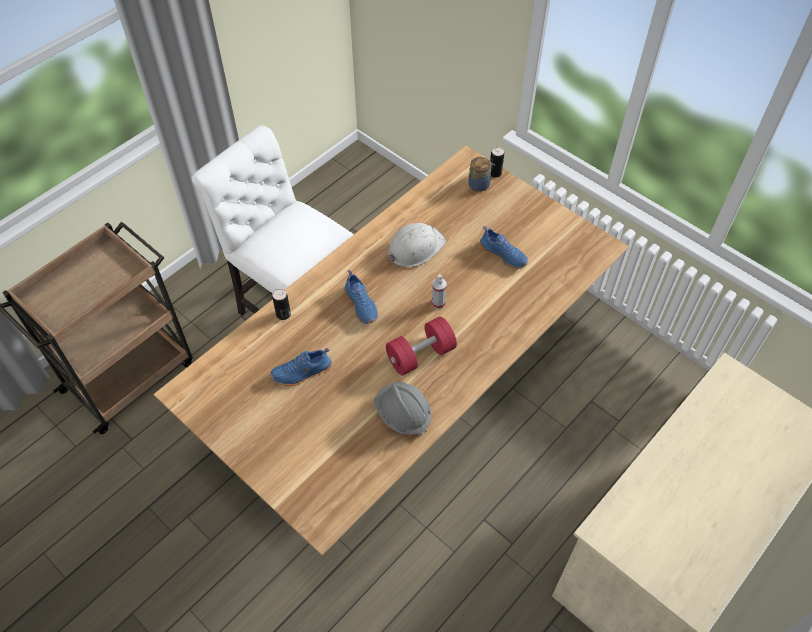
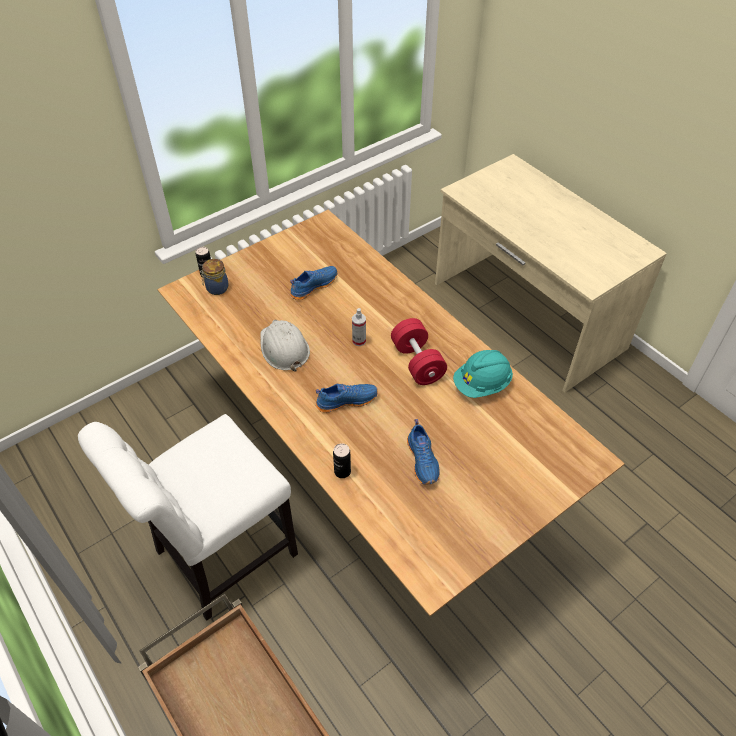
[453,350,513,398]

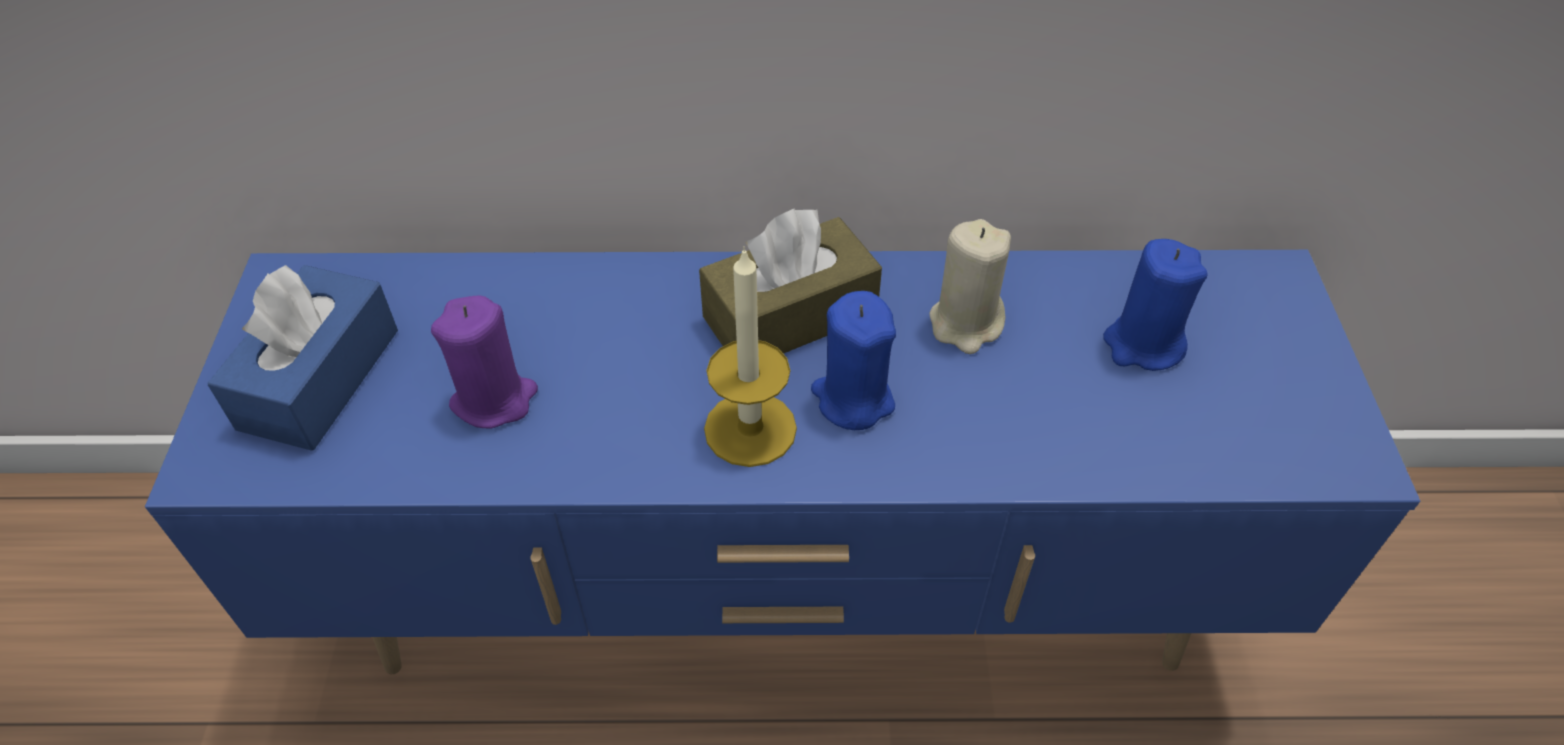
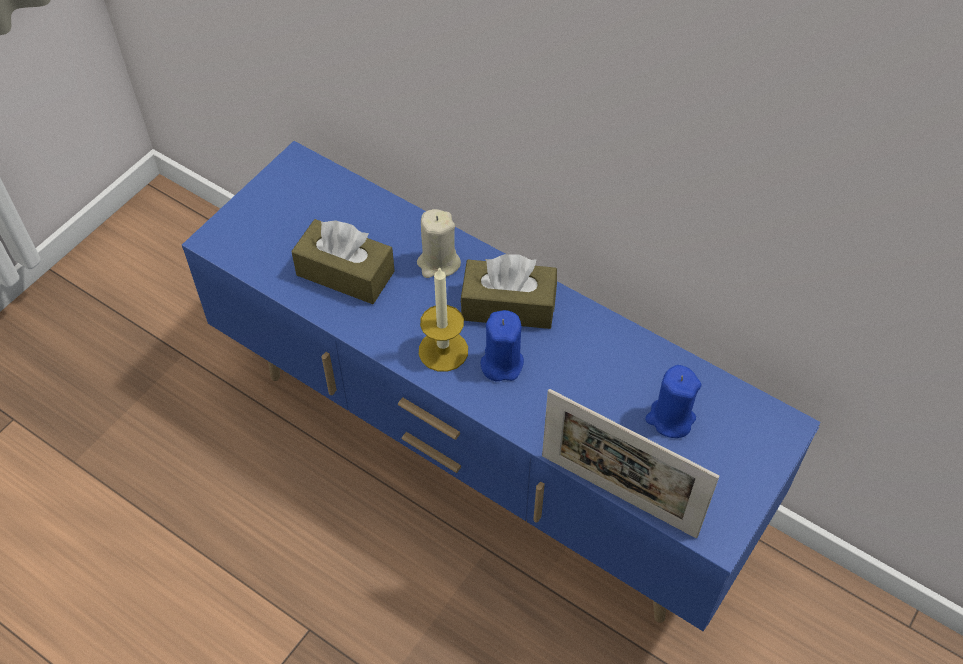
[417,209,461,278]
[207,265,398,451] (first image)
[291,219,395,304]
[542,389,719,538]

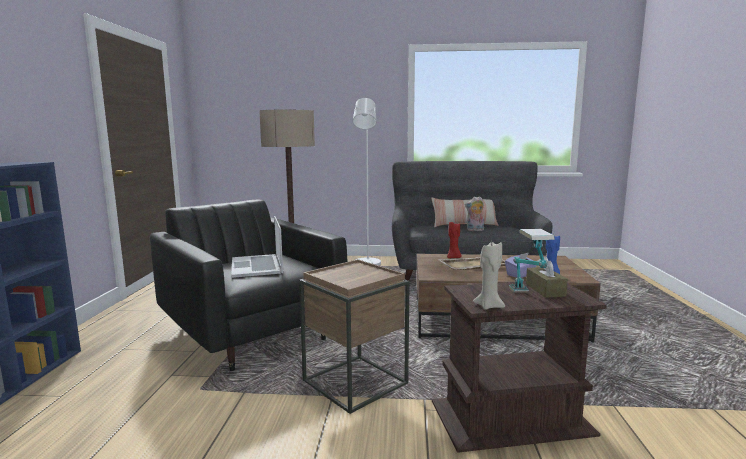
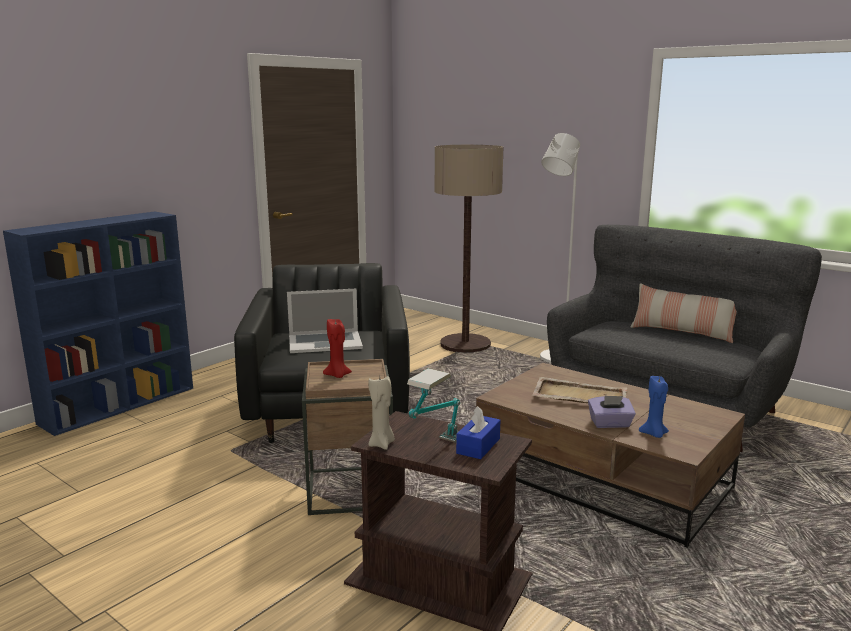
[465,196,484,231] (first image)
[287,289,363,353]
[323,319,352,378]
[456,406,500,459]

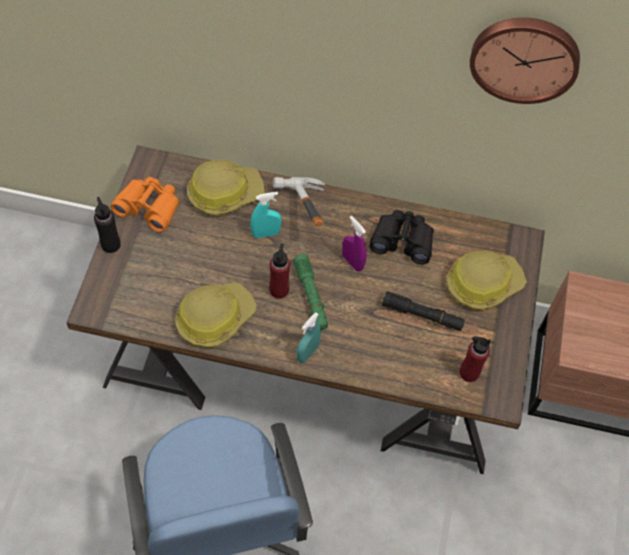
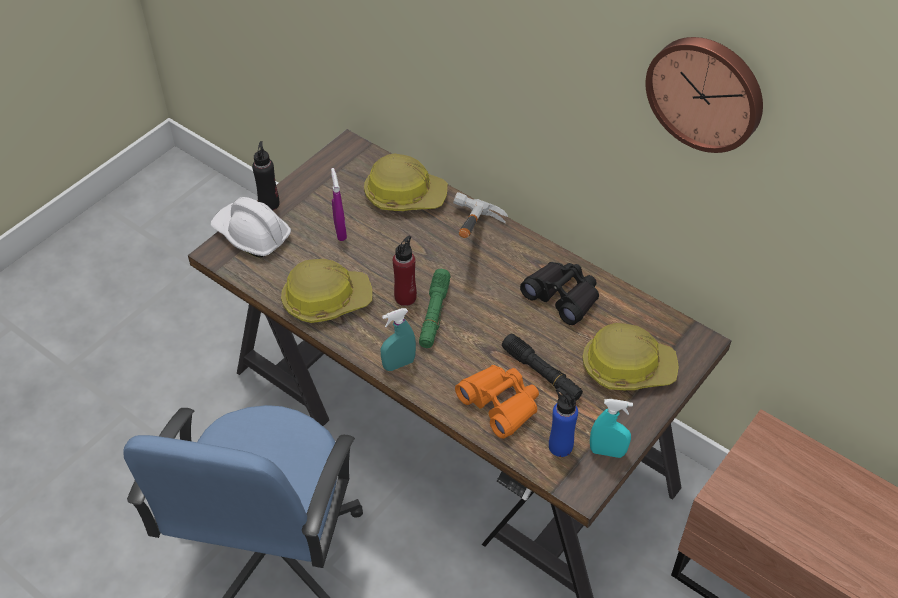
[455,365,539,439]
[590,399,633,458]
[331,168,347,241]
[549,388,578,457]
[211,197,291,258]

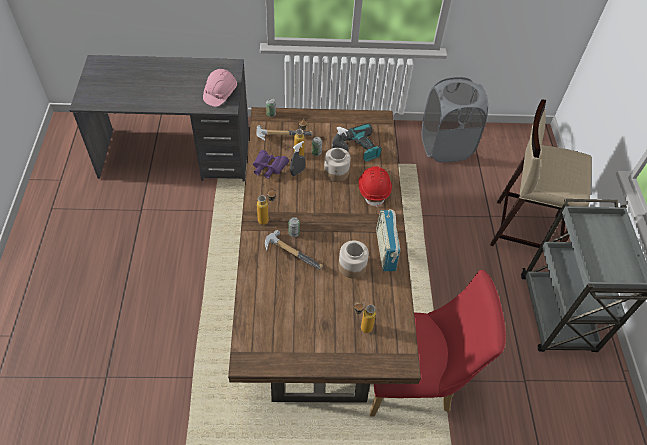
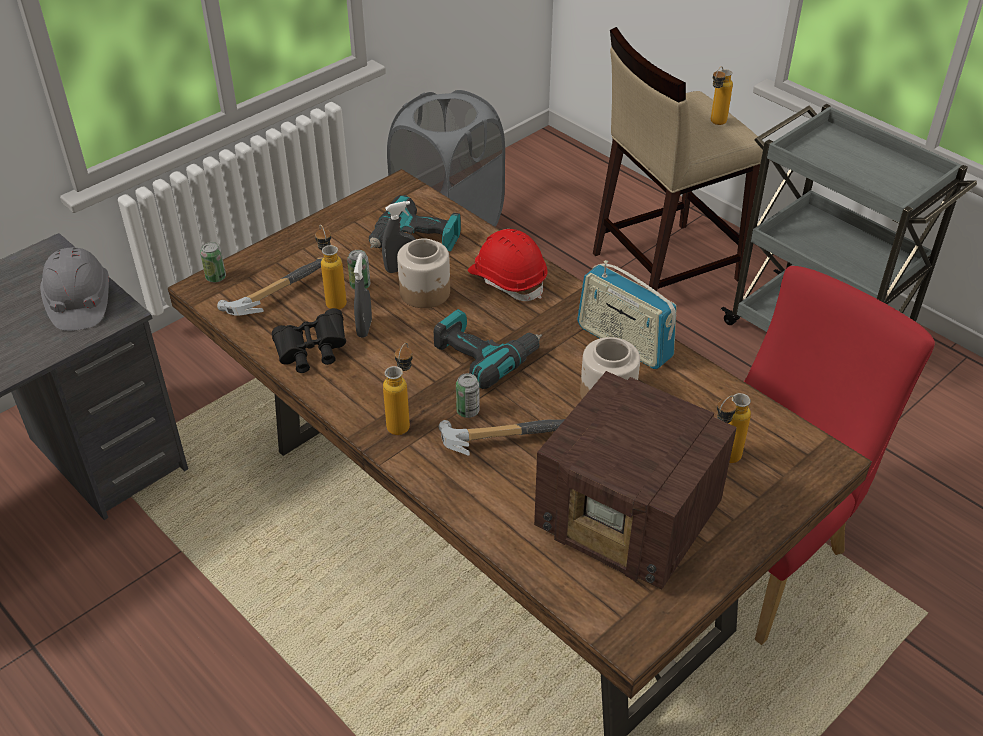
[40,247,109,331]
[272,308,346,373]
[711,66,733,125]
[434,309,542,389]
[534,371,737,589]

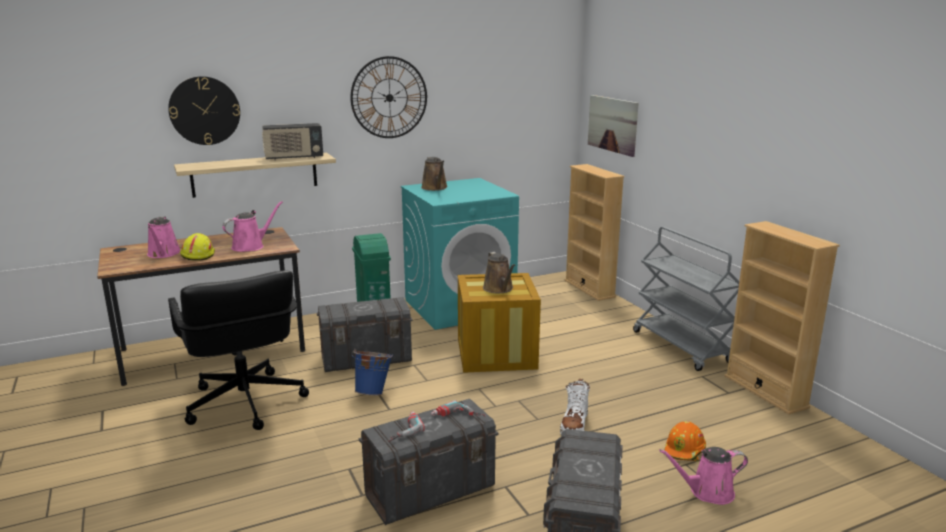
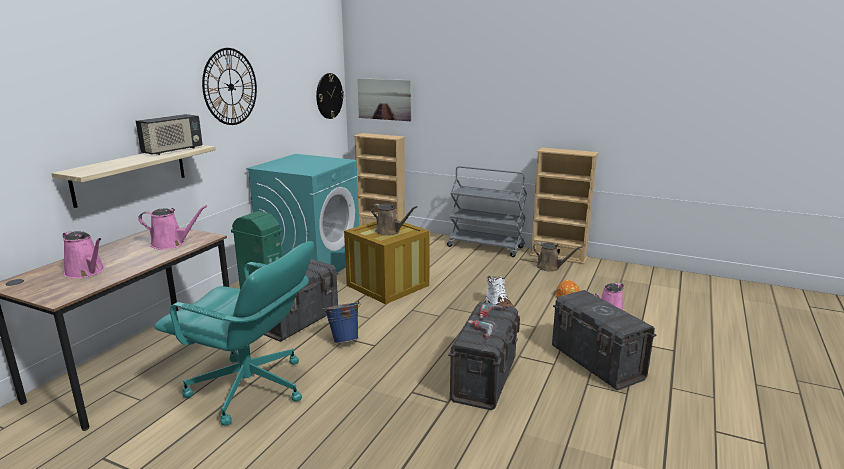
[316,73,344,119]
[533,242,582,272]
[138,205,207,250]
[180,233,215,261] (first image)
[154,241,314,426]

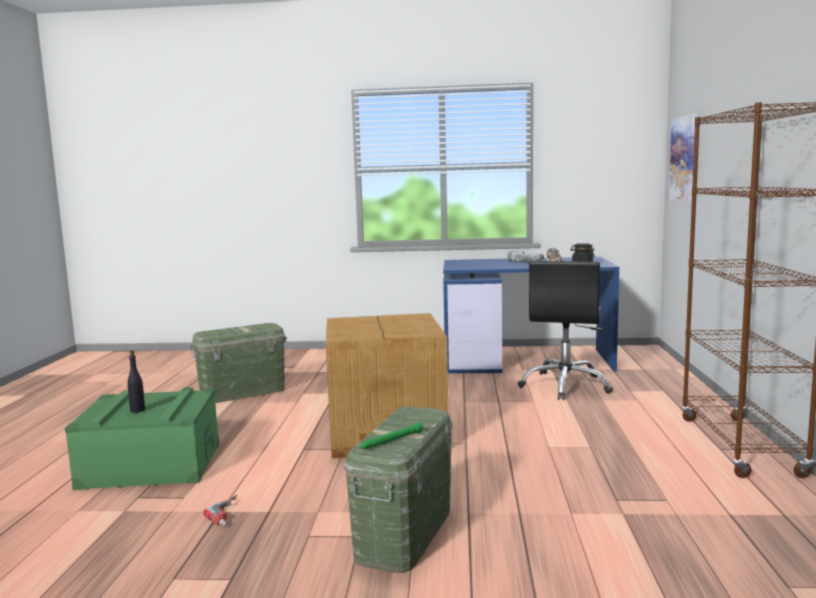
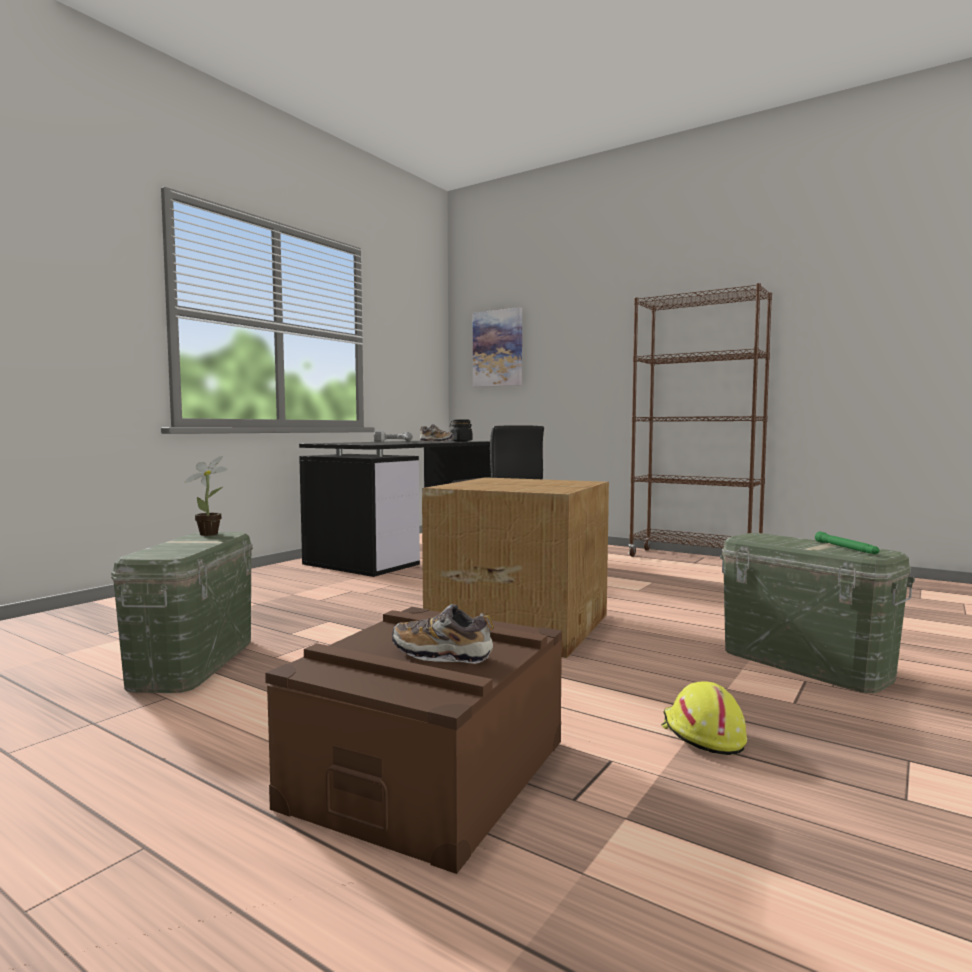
[299,441,491,577]
[392,604,494,664]
[265,607,562,874]
[661,681,747,755]
[184,456,228,536]

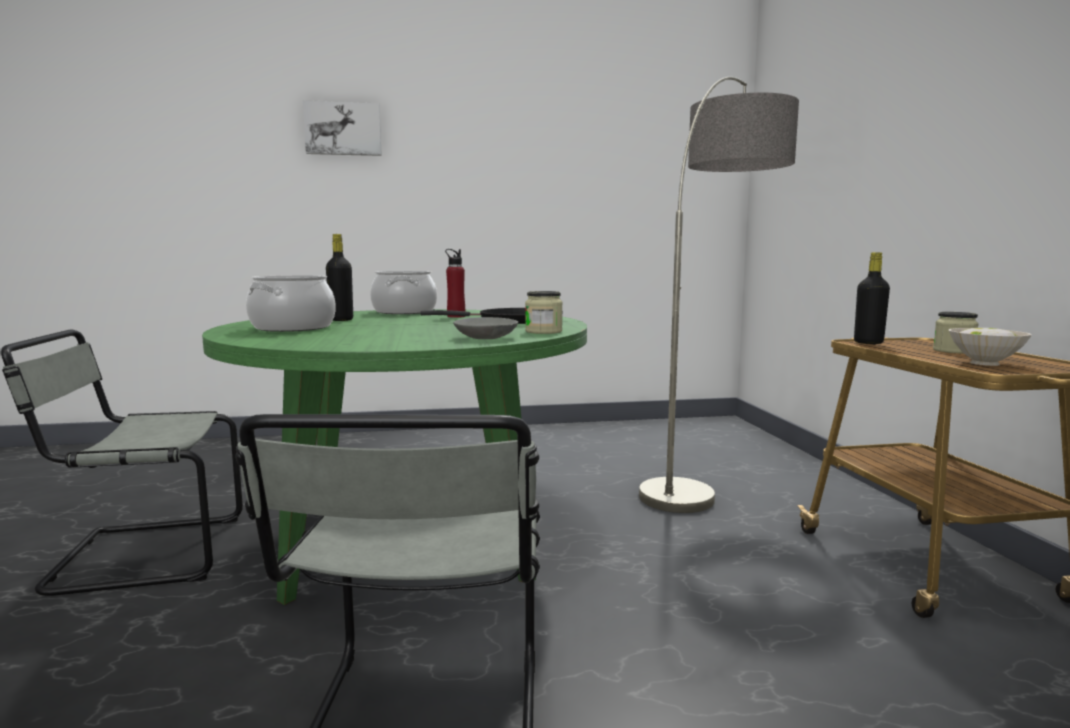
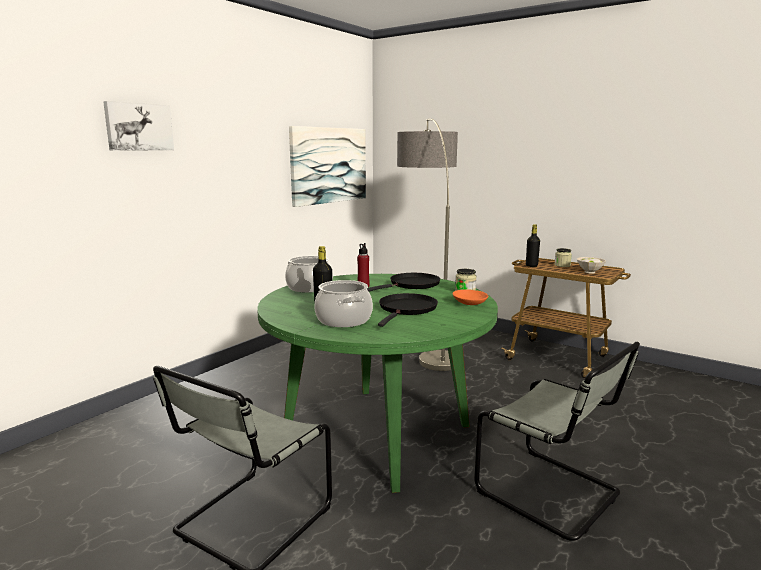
[452,290,488,305]
[289,126,366,207]
[378,293,438,327]

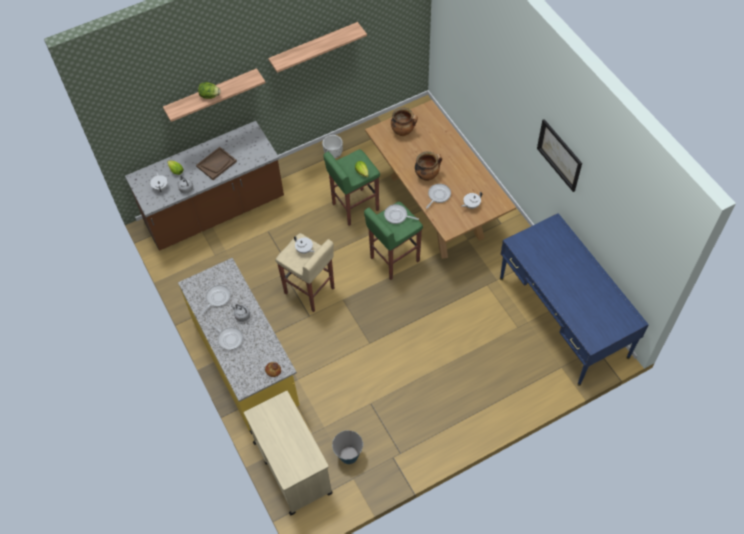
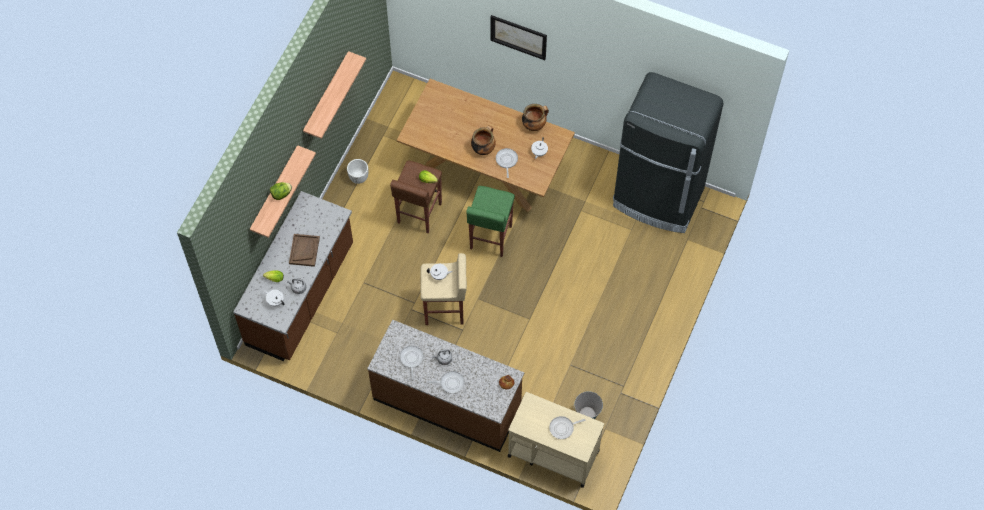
[522,104,549,131]
[490,15,547,60]
[390,161,442,233]
[549,416,585,439]
[613,72,723,233]
[367,320,524,452]

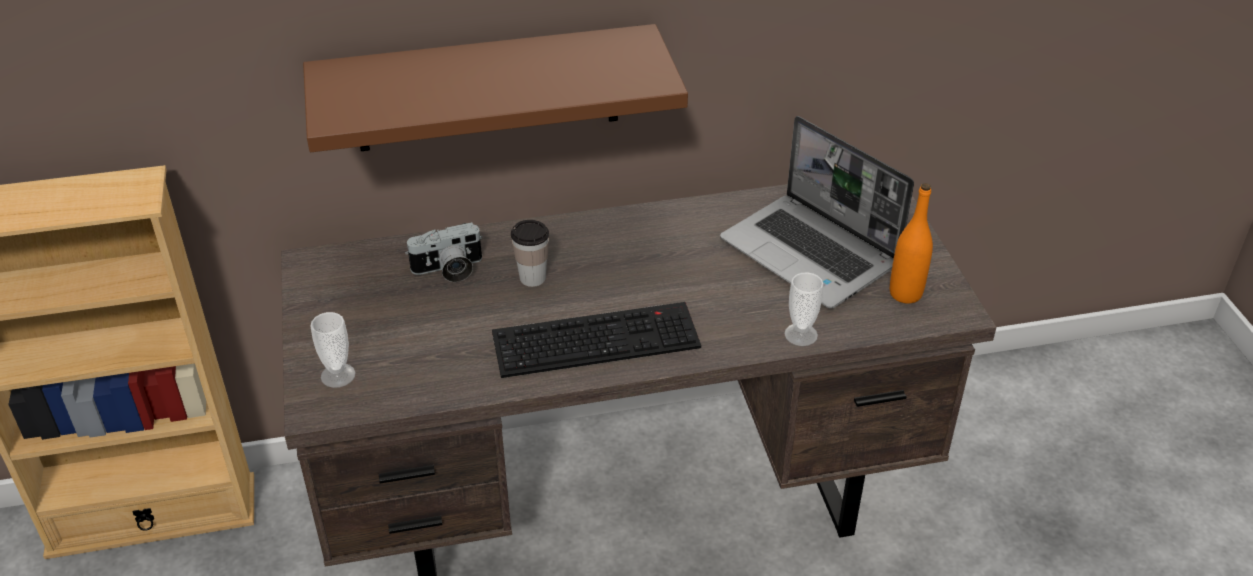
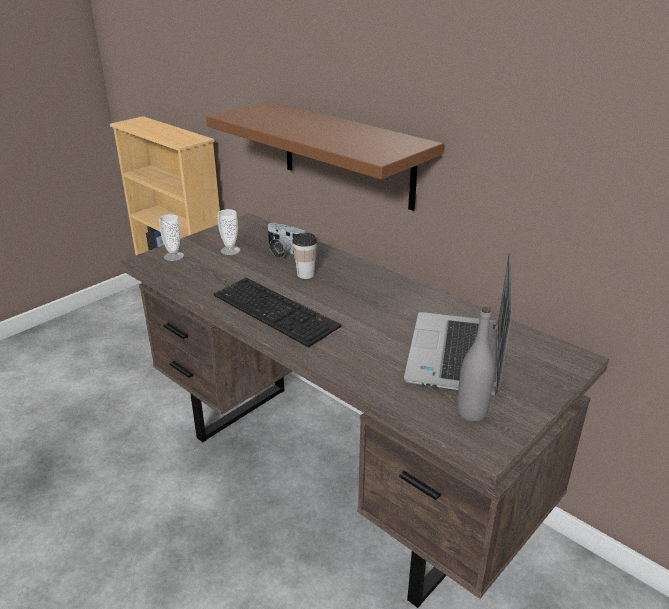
[457,307,495,422]
[217,209,240,255]

